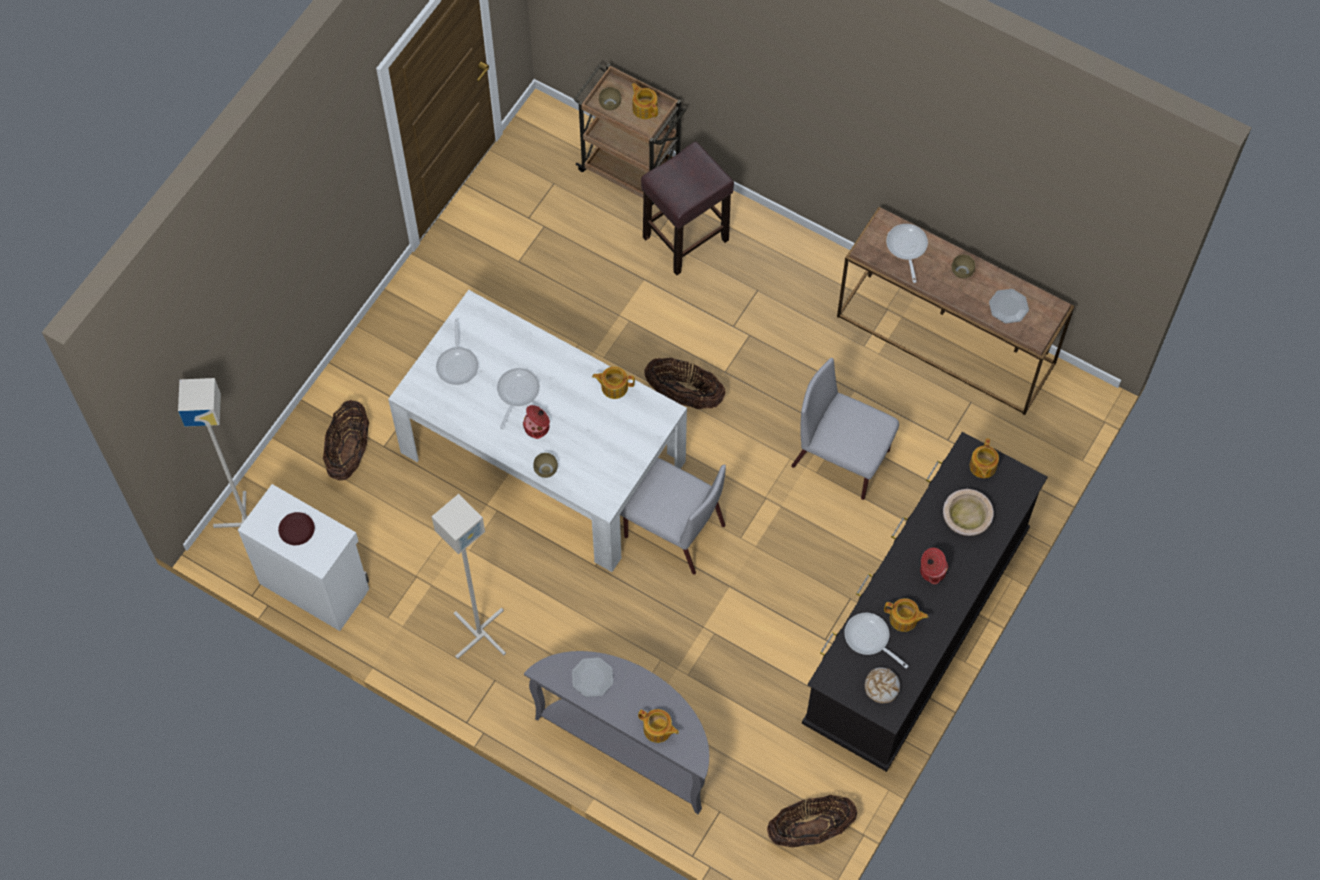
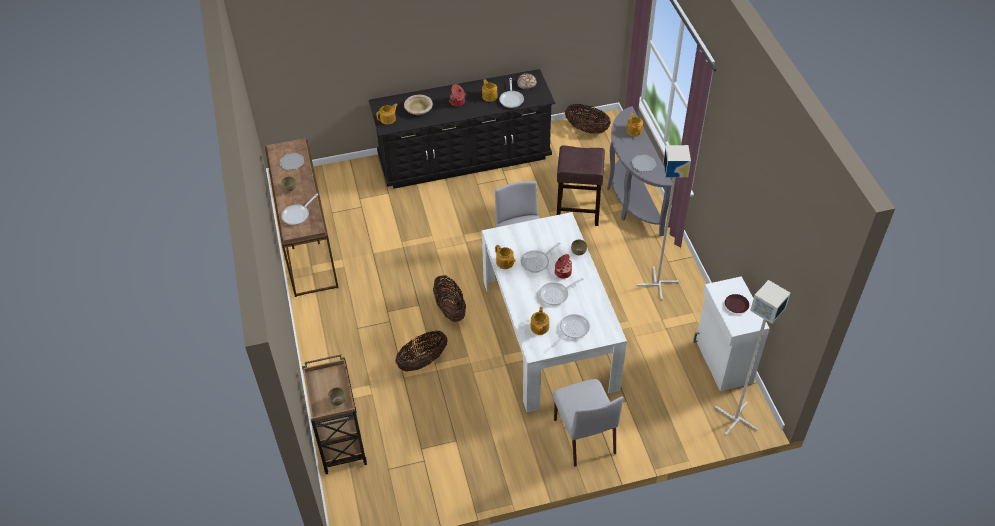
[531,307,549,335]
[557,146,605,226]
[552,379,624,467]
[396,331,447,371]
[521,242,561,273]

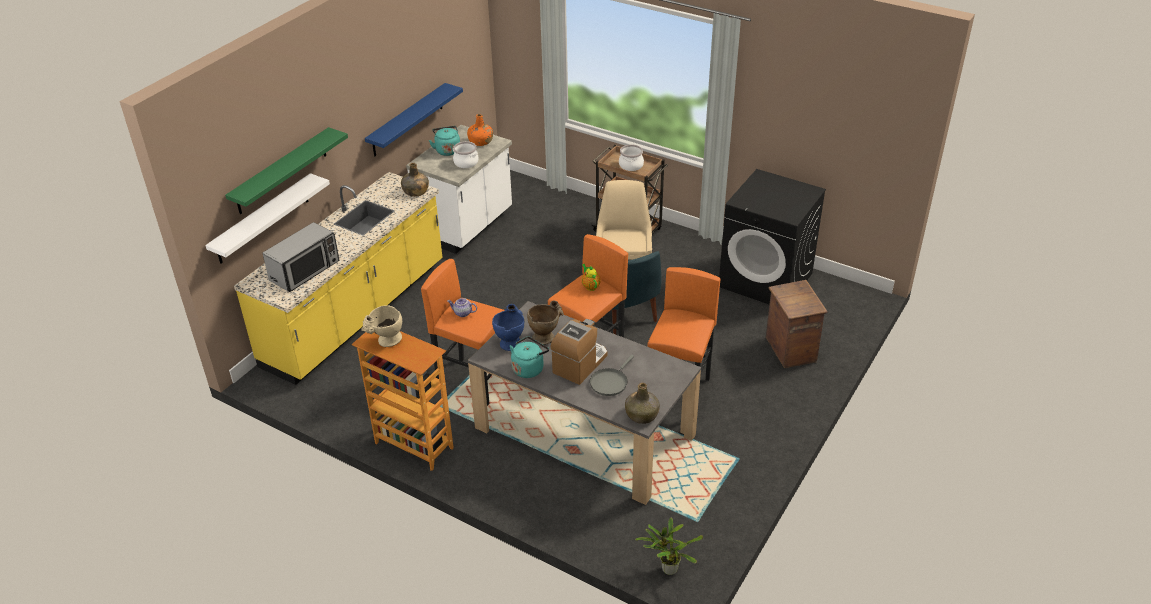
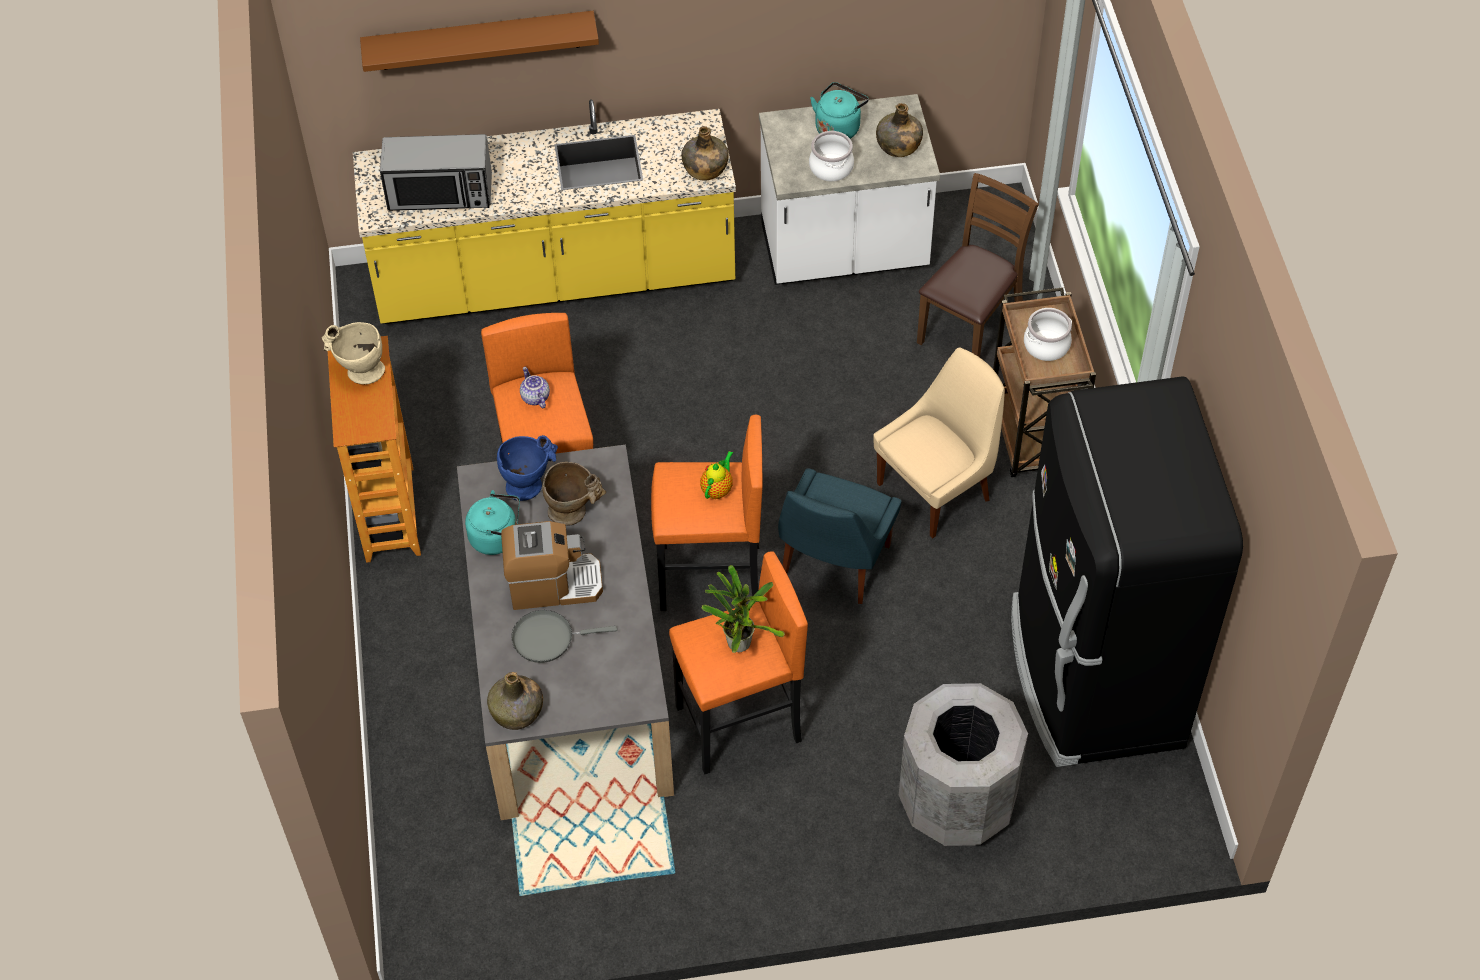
[365,83,463,156] (first image)
[876,103,923,157]
[360,11,599,72]
[1011,376,1243,767]
[205,173,330,264] (first image)
[899,683,1028,846]
[702,565,785,653]
[917,173,1039,357]

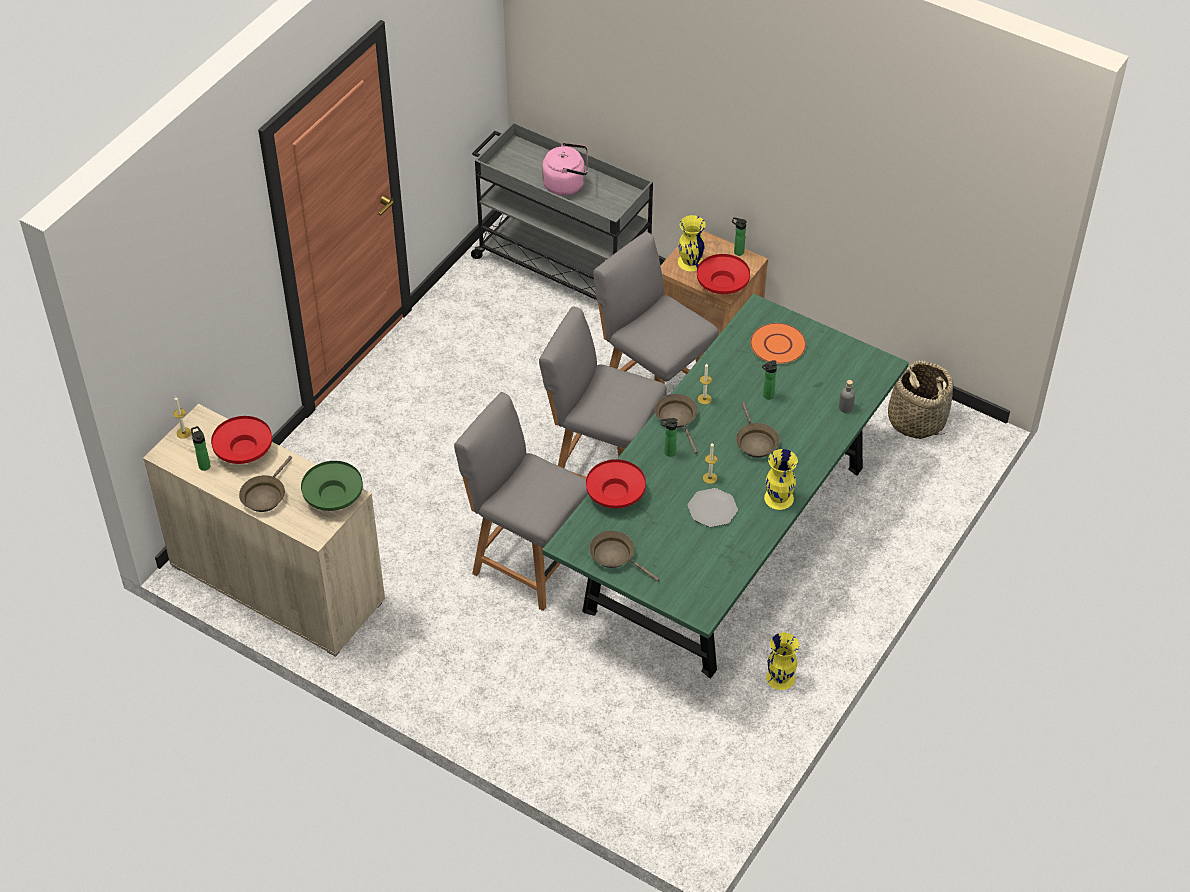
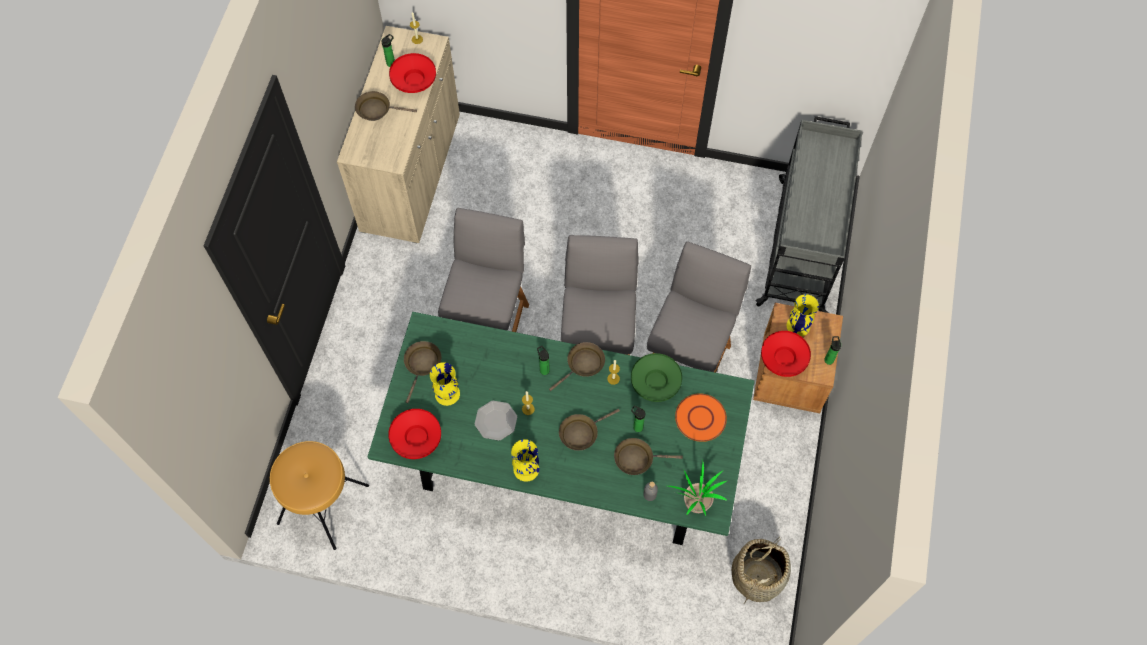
[542,143,588,196] (first image)
[388,409,441,459]
[631,353,682,402]
[430,362,460,406]
[614,438,683,475]
[270,441,369,550]
[668,460,727,516]

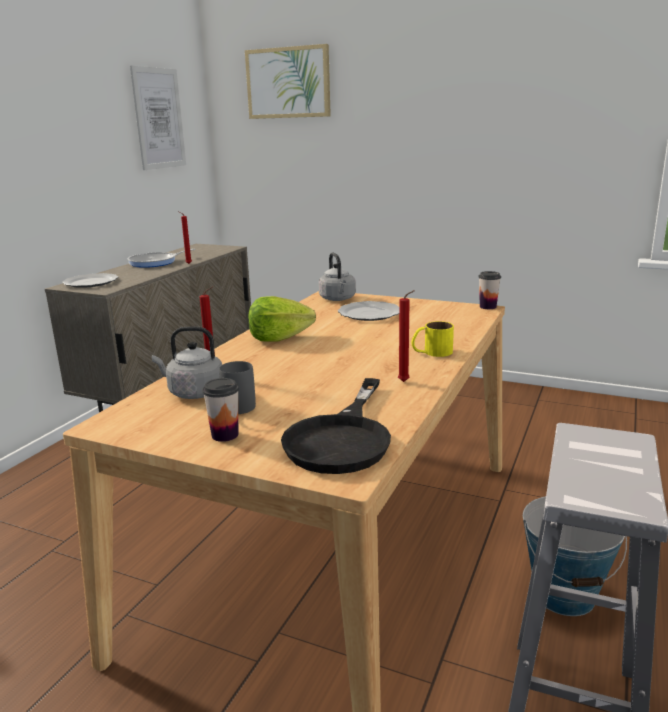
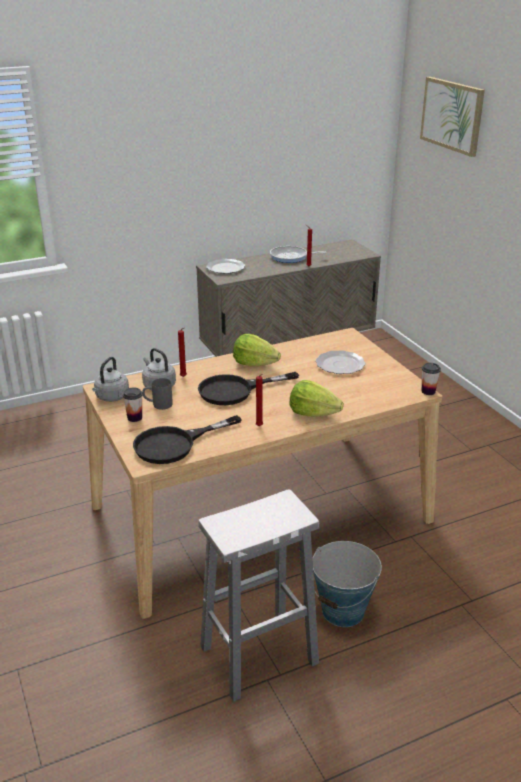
[130,66,186,170] (first image)
[92,357,129,402]
[289,380,344,417]
[198,372,299,405]

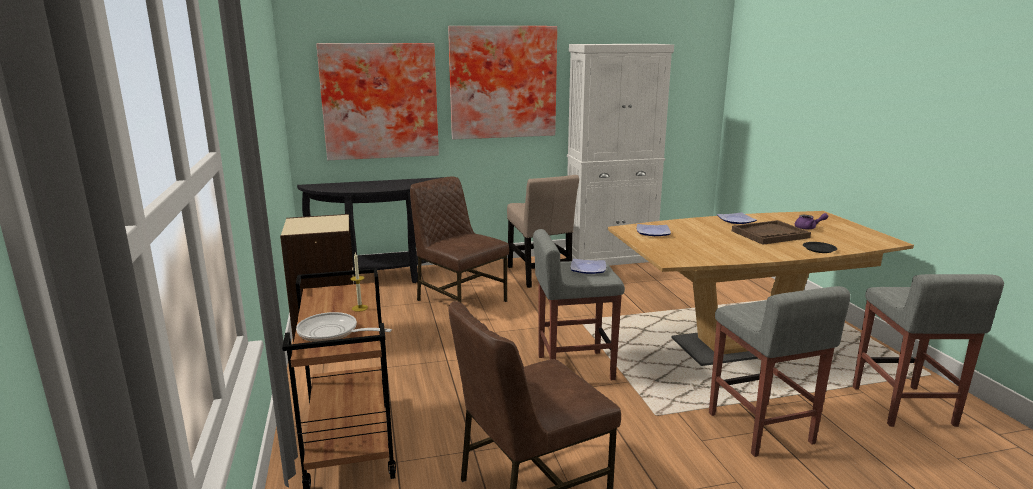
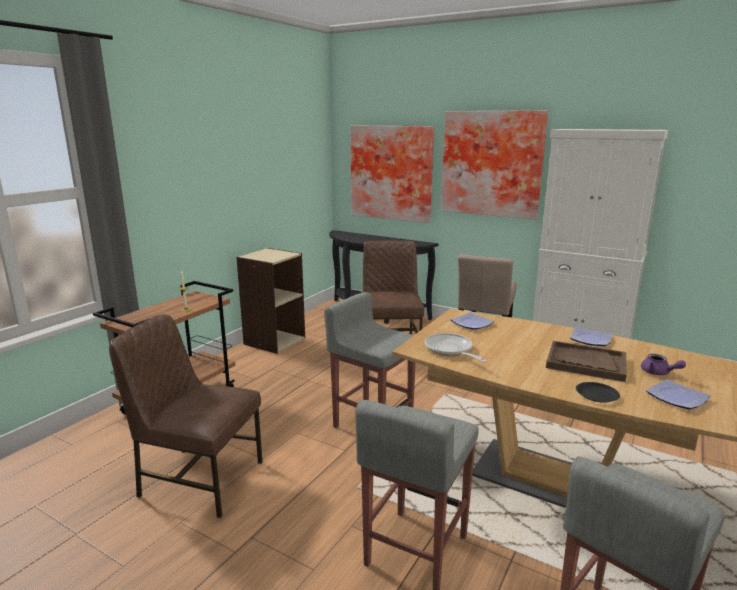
[646,379,710,409]
[425,333,487,363]

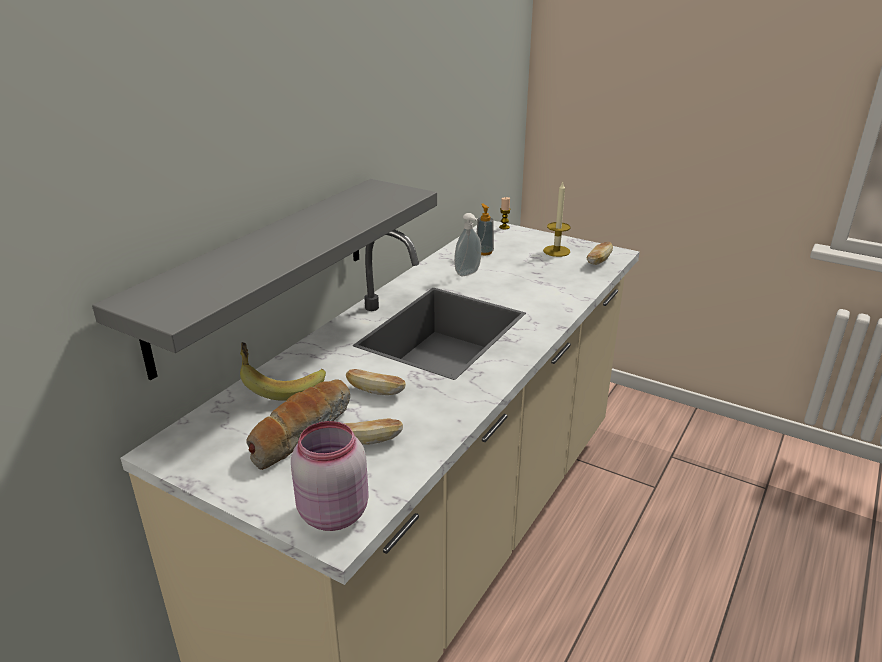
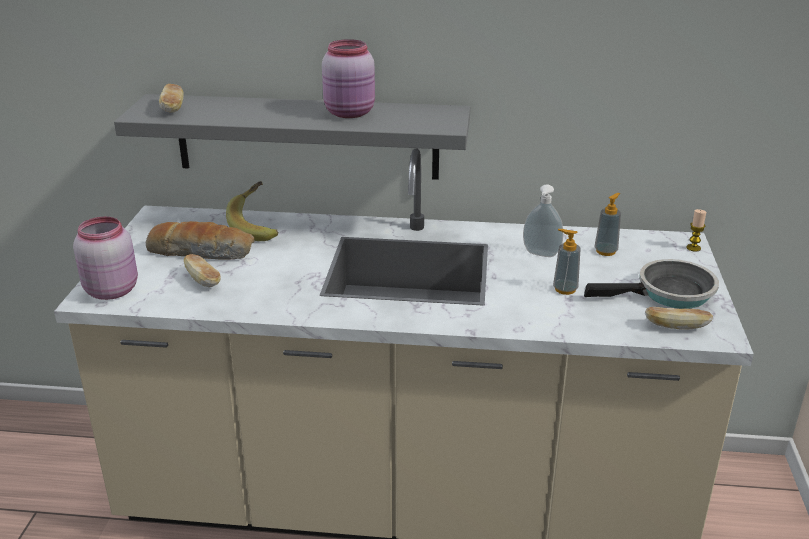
[584,259,719,309]
[159,84,184,113]
[322,39,375,118]
[553,229,581,295]

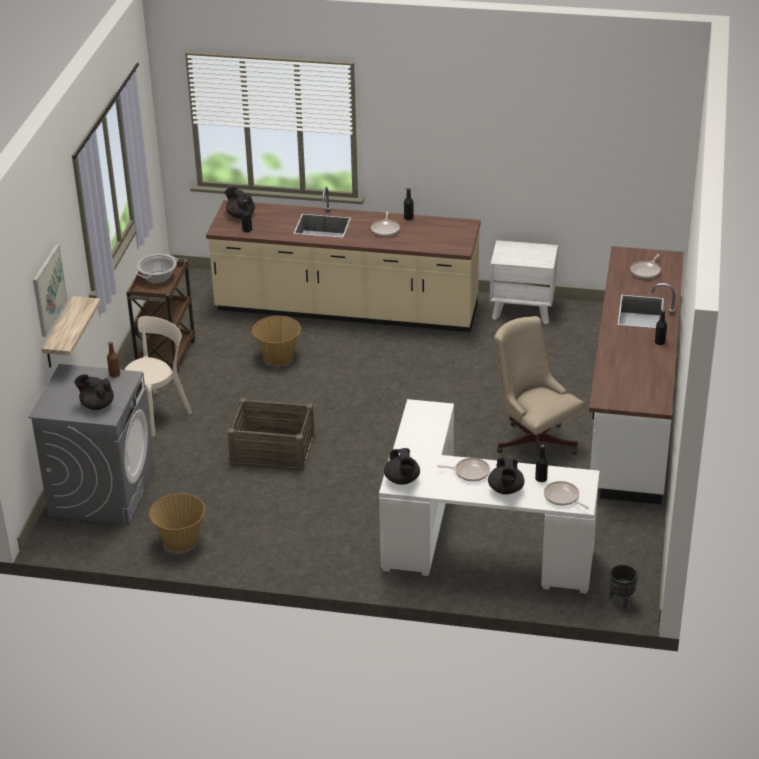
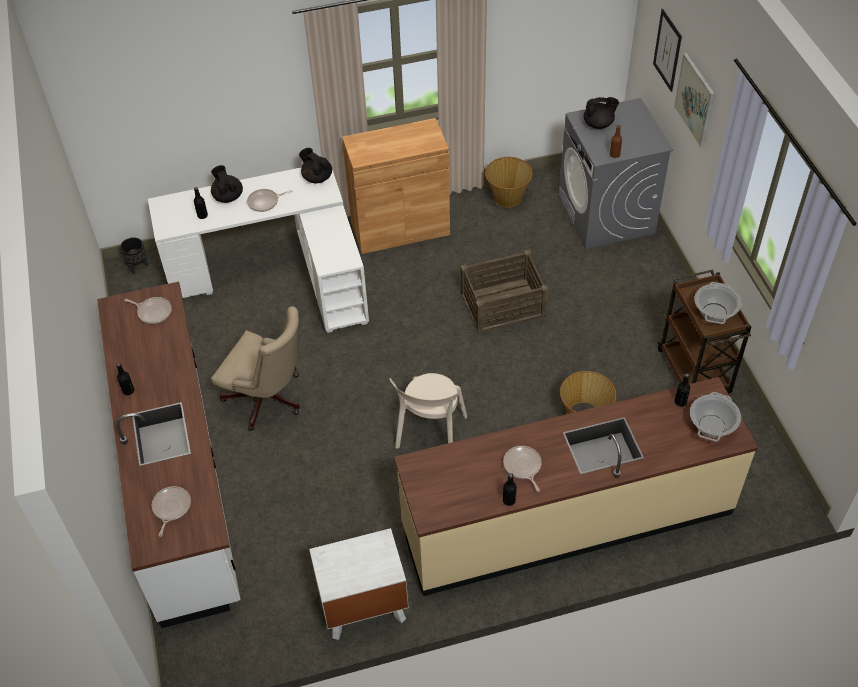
[690,392,741,442]
[42,296,101,368] (first image)
[389,373,467,448]
[124,297,172,324]
[653,9,682,92]
[342,118,450,254]

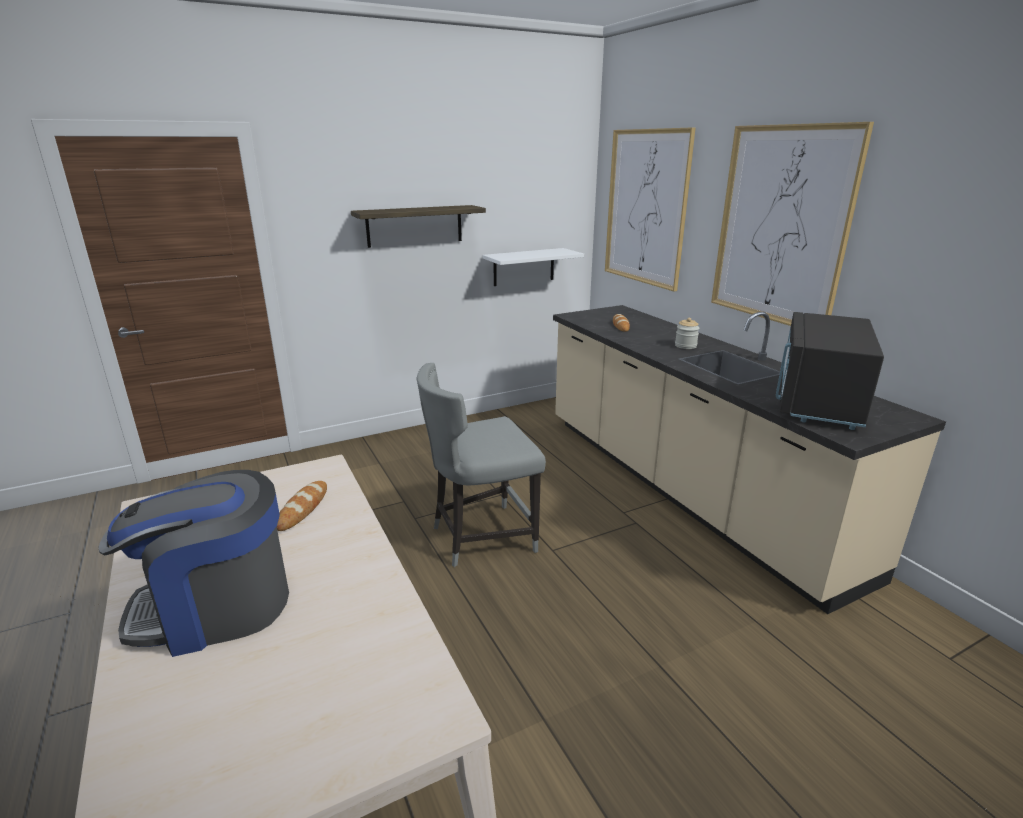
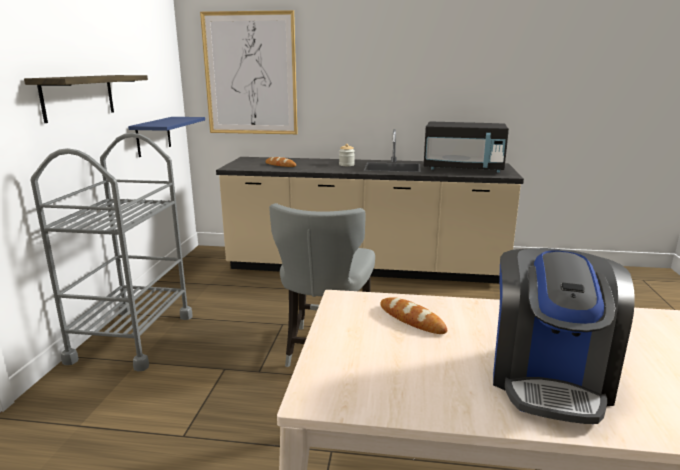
[711,122,874,326] (first image)
[128,117,205,157]
[424,122,509,173]
[31,133,193,371]

